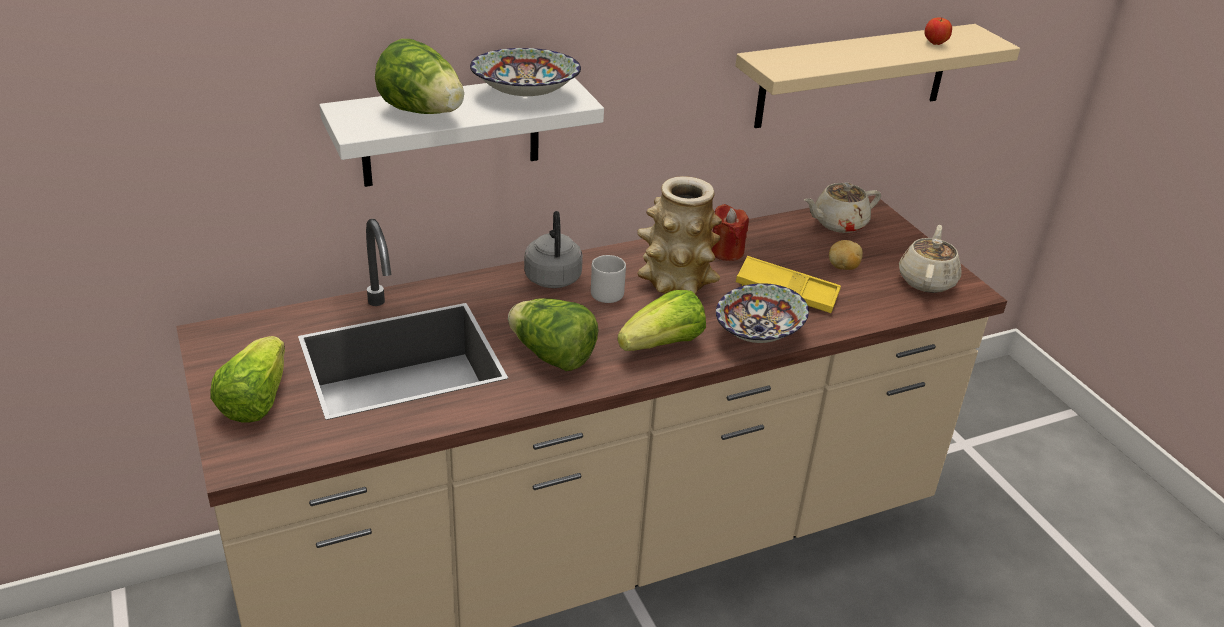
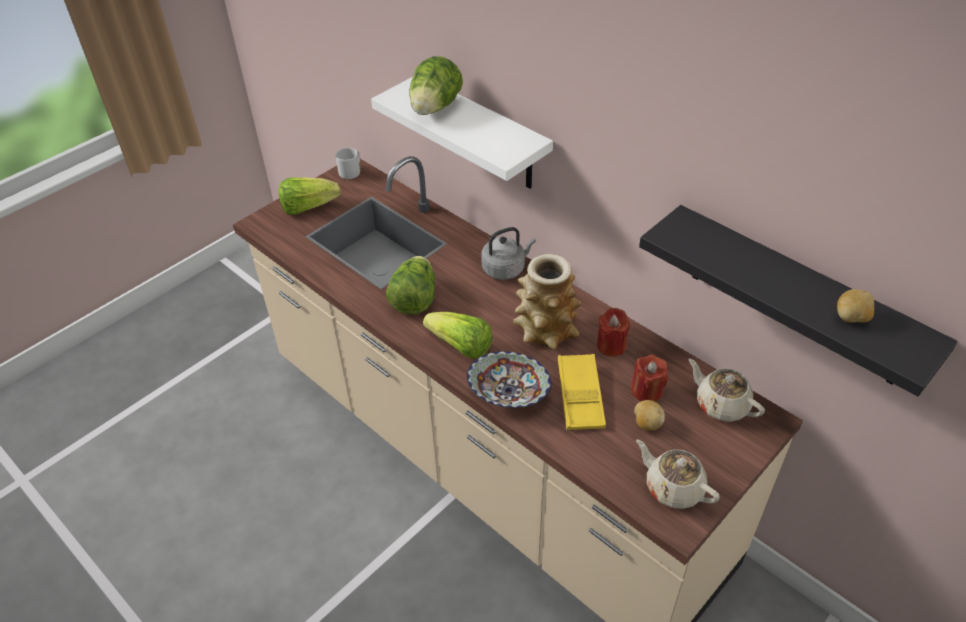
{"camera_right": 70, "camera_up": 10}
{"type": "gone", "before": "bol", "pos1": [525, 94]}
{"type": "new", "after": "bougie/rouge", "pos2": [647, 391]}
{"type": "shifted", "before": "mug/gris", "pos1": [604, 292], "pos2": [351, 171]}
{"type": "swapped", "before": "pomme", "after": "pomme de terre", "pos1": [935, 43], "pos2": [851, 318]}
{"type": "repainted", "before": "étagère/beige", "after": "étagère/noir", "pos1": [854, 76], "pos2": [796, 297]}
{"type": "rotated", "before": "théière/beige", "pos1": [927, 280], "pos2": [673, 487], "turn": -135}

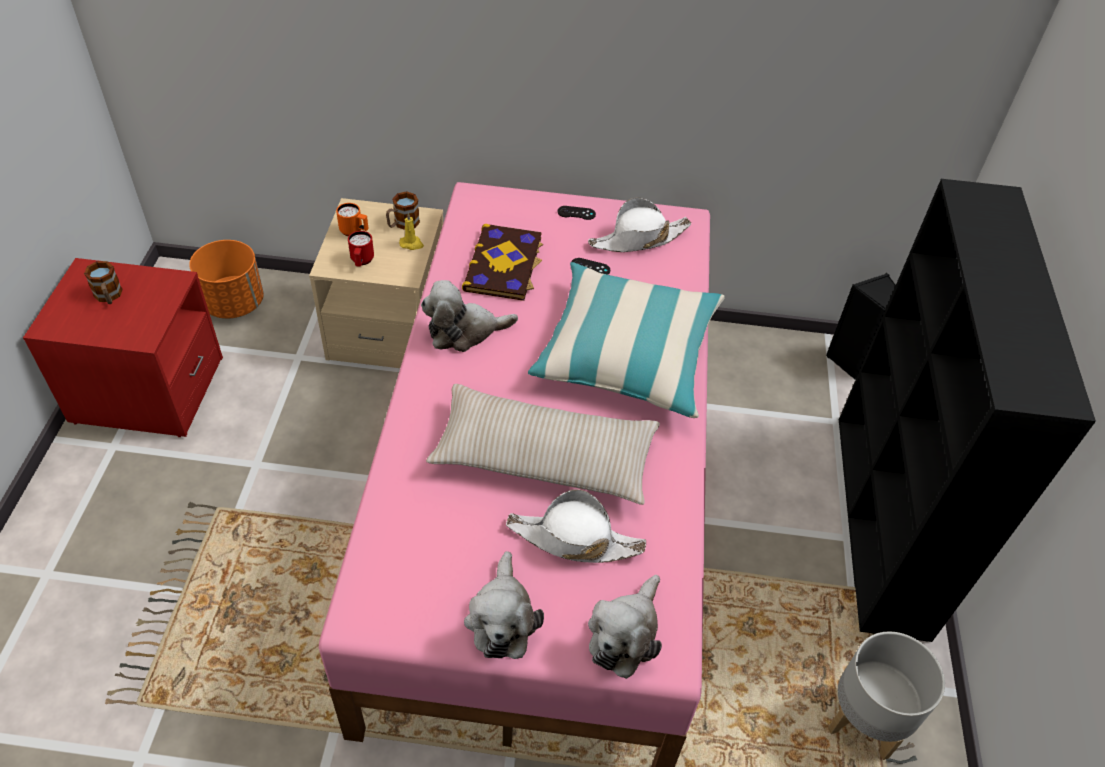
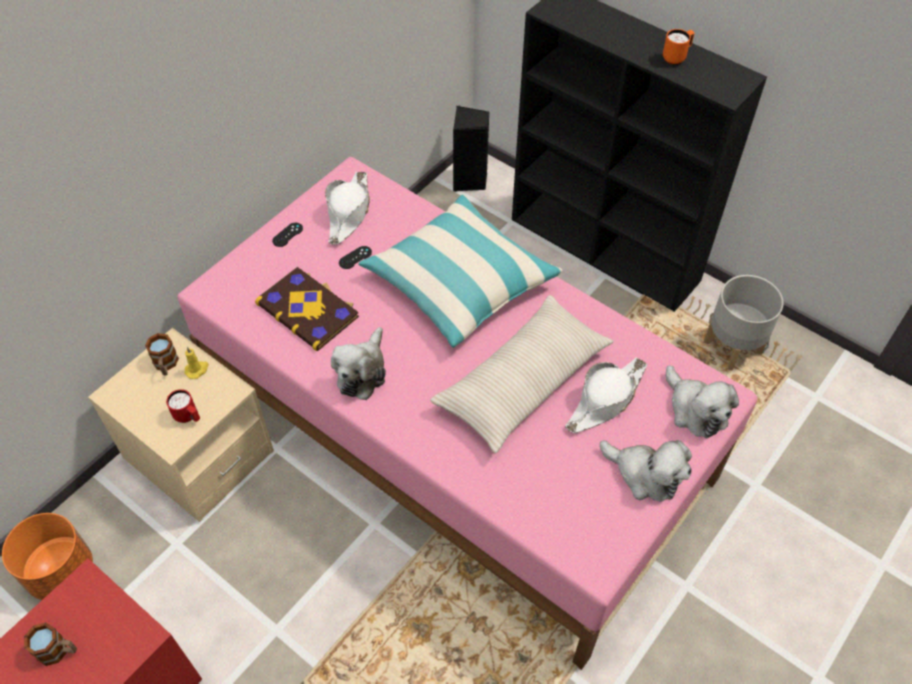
{"camera_right": -55, "camera_up": 5}
{"type": "shifted", "before": "mug/orange", "pos1": [354, 232], "pos2": [676, 57]}

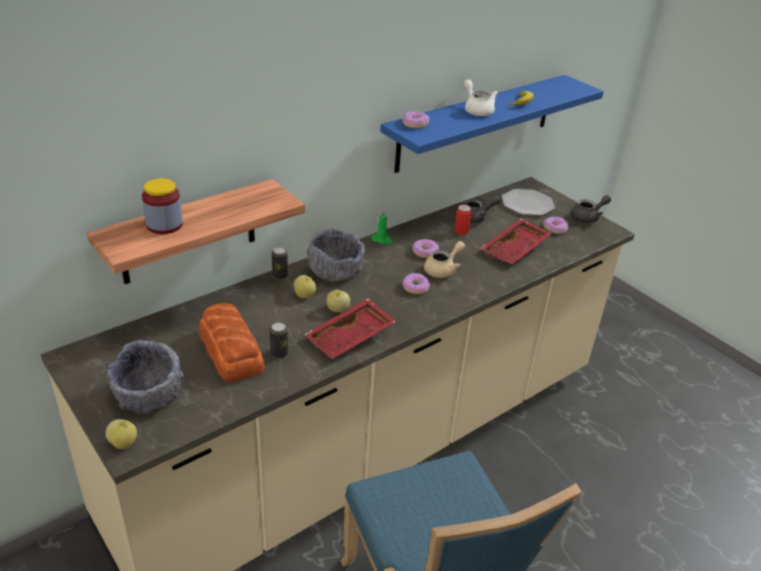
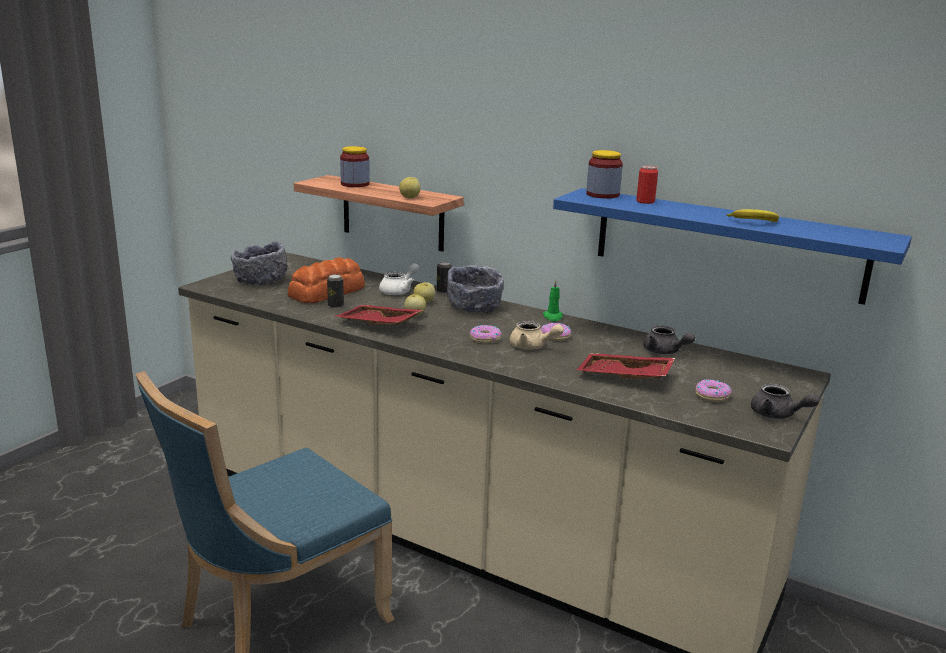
{"camera_right": 70, "camera_up": -15}
{"type": "gone", "before": "assiette", "pos1": [527, 204]}
{"type": "shifted", "before": "pomme", "pos1": [123, 443], "pos2": [410, 197]}
{"type": "shifted", "before": "boîte métallique", "pos1": [461, 231], "pos2": [645, 201]}
{"type": "shifted", "before": "théière/blanc", "pos1": [477, 110], "pos2": [399, 291]}
{"type": "swapped", "before": "beignet", "after": "bocal", "pos1": [415, 123], "pos2": [602, 195]}

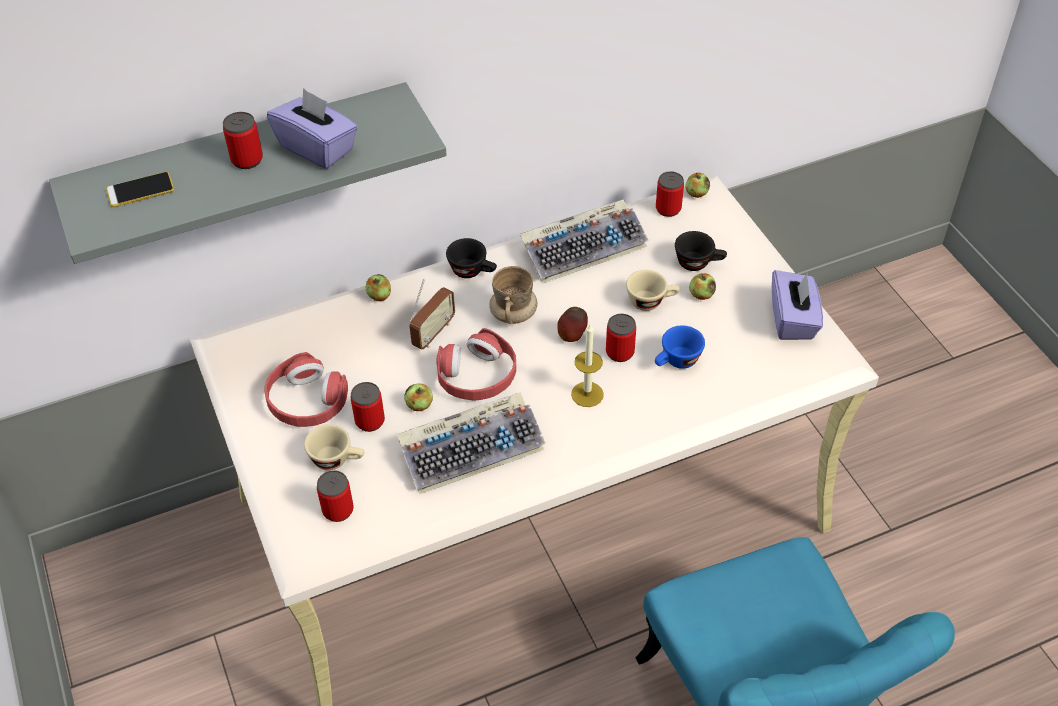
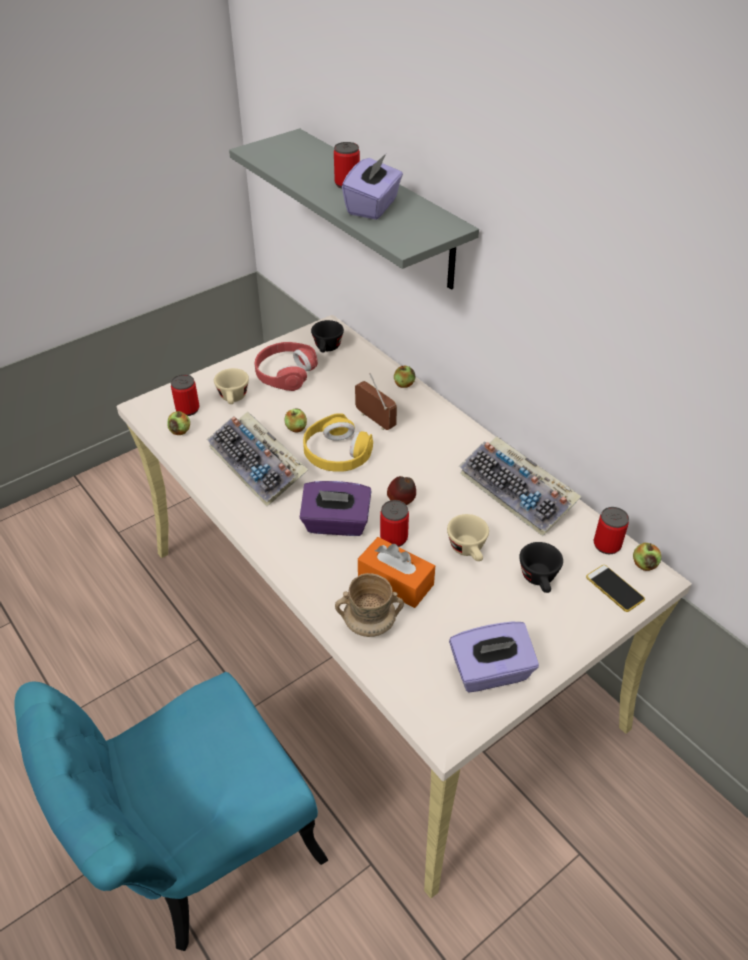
{"camera_right": 75, "camera_up": -5}
{"type": "gone", "before": "boîte métallique", "pos1": [370, 421]}
{"type": "shifted", "before": "téléphone", "pos1": [140, 190], "pos2": [614, 588]}
{"type": "shifted", "before": "tasse/noir", "pos1": [473, 271], "pos2": [327, 349]}
{"type": "shifted", "before": "mug/beige", "pos1": [513, 315], "pos2": [369, 625]}
{"type": "shifted", "before": "pomme", "pos1": [701, 294], "pos2": [180, 431]}
{"type": "swapped", "before": "bougie", "after": "boîte à mouchoirs/violet", "pos1": [587, 394], "pos2": [336, 524]}
{"type": "swapped", "before": "tasse/bleu", "after": "boîte à mouchoirs/orange", "pos1": [676, 362], "pos2": [395, 581]}
{"type": "repainted", "before": "casque audio/rouge", "after": "casque audio/jaune", "pos1": [477, 375], "pos2": [337, 453]}
{"type": "rotated", "before": "radio", "pos1": [433, 333], "pos2": [375, 420], "turn": -150}

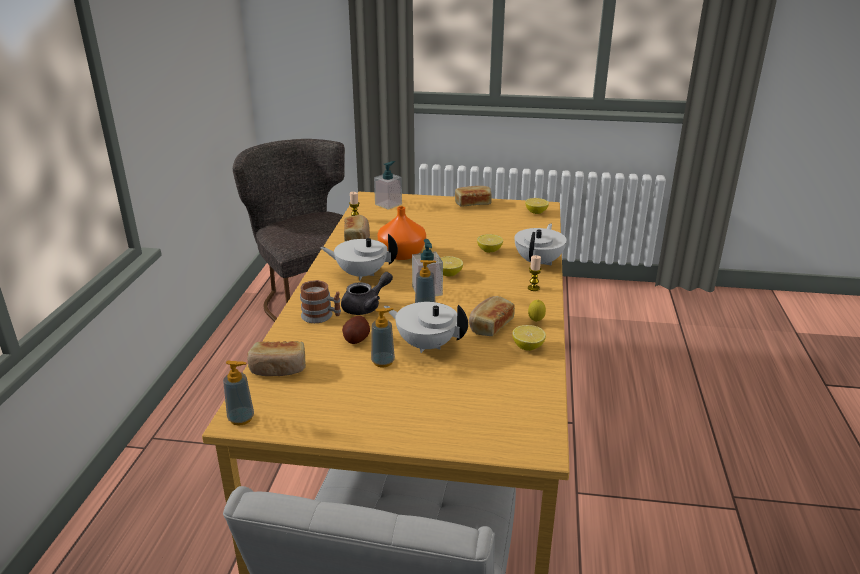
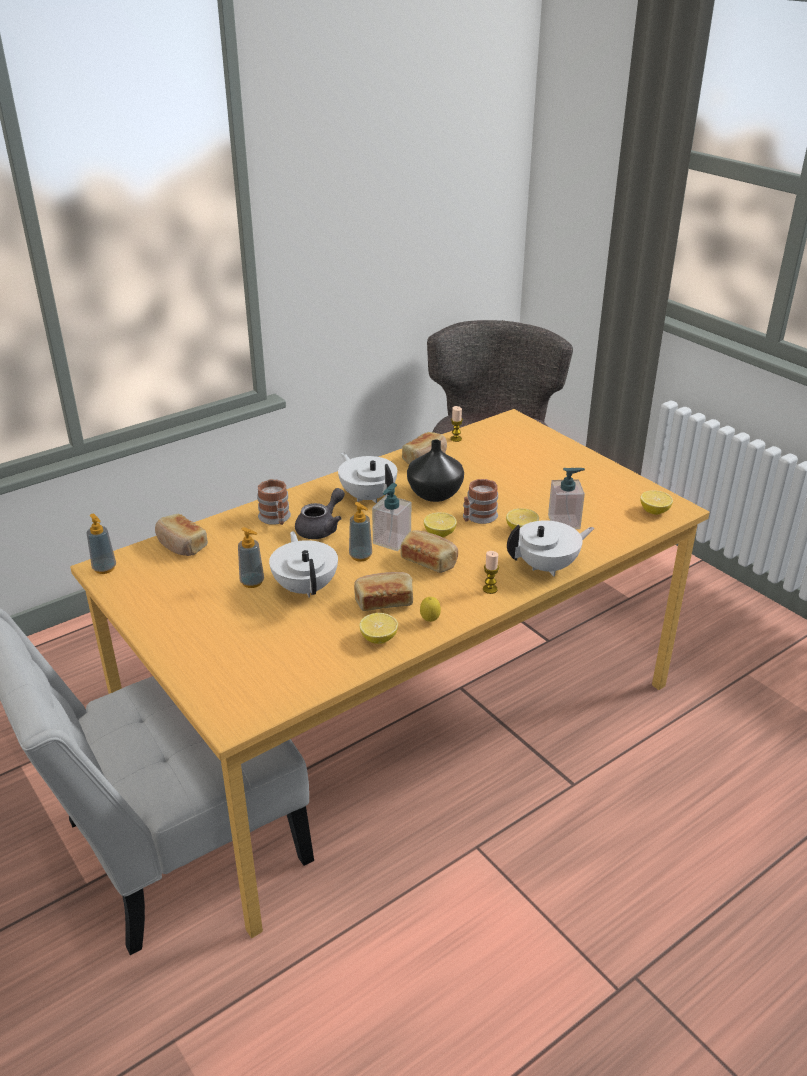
{"camera_right": 45, "camera_up": 5}
{"type": "gone", "before": "pomme de terre", "pos1": [356, 339]}
{"type": "new", "after": "mug", "pos2": [477, 518]}
{"type": "shifted", "before": "distributeur de savon", "pos1": [388, 204], "pos2": [564, 522]}
{"type": "shifted", "before": "pain", "pos1": [473, 203], "pos2": [429, 561]}
{"type": "repainted", "before": "vase/orange", "after": "vase/noir", "pos1": [402, 254], "pos2": [436, 493]}
{"type": "rotated", "before": "théière/gris", "pos1": [366, 306], "pos2": [321, 528], "turn": -60}

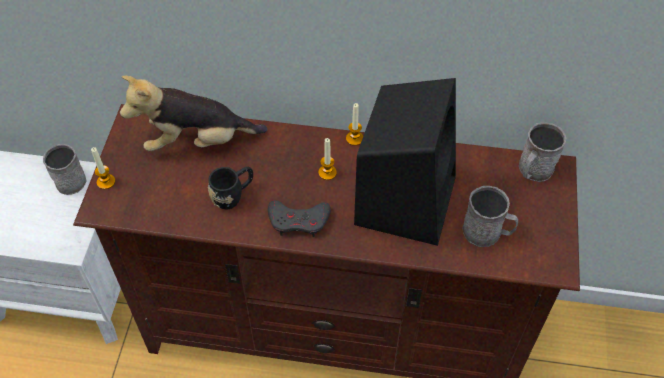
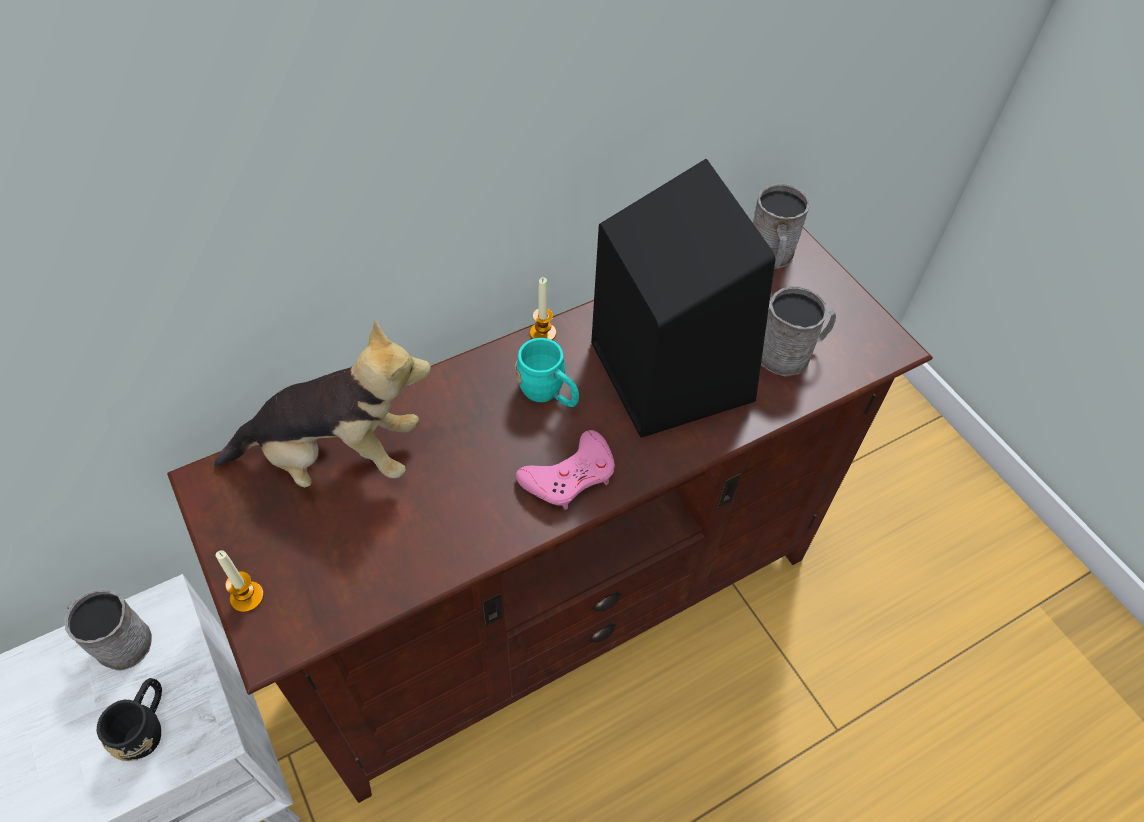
{"camera_right": -40, "camera_up": 0}
{"type": "shifted", "before": "mug/noir", "pos1": [233, 195], "pos2": [147, 727]}
{"type": "swapped", "before": "bougie", "after": "mug/turquoise", "pos1": [327, 173], "pos2": [549, 394]}
{"type": "repainted", "before": "manette/gris", "after": "manette/rose", "pos1": [299, 221], "pos2": [570, 476]}
{"type": "rotated", "before": "peluche", "pos1": [197, 141], "pos2": [336, 457], "turn": -135}

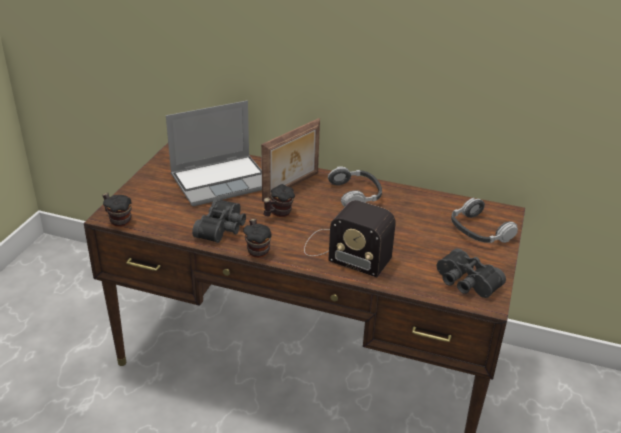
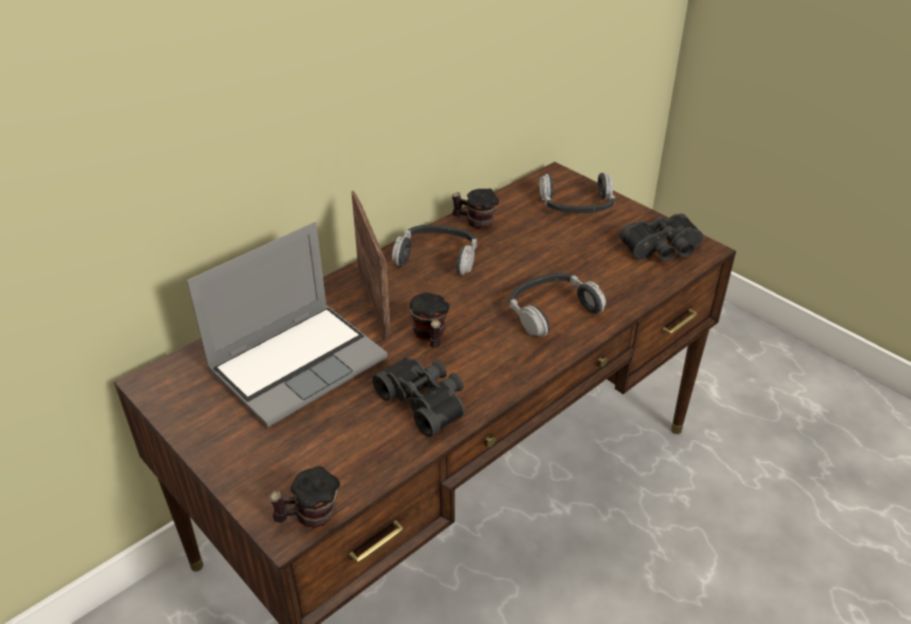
{"camera_right": -60, "camera_up": 5}
{"type": "shifted", "before": "mug", "pos1": [257, 249], "pos2": [475, 222]}
{"type": "swapped", "before": "radio", "after": "casque audio", "pos1": [344, 251], "pos2": [552, 311]}
{"type": "rotated", "before": "ordinateur portable", "pos1": [222, 181], "pos2": [298, 363], "turn": 45}

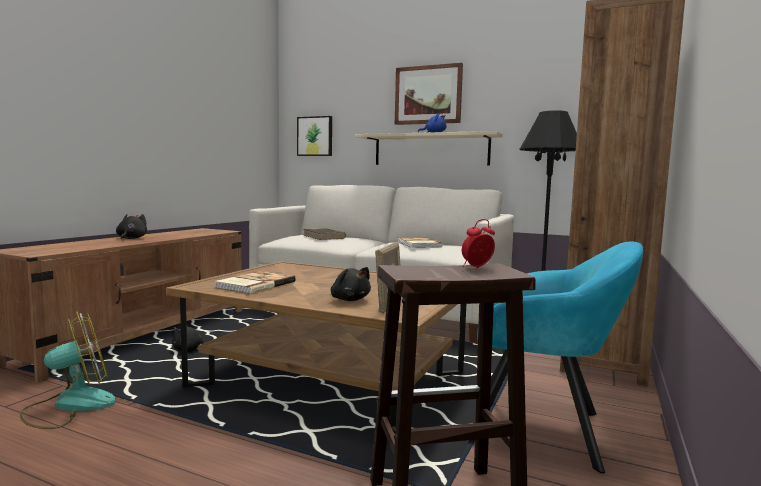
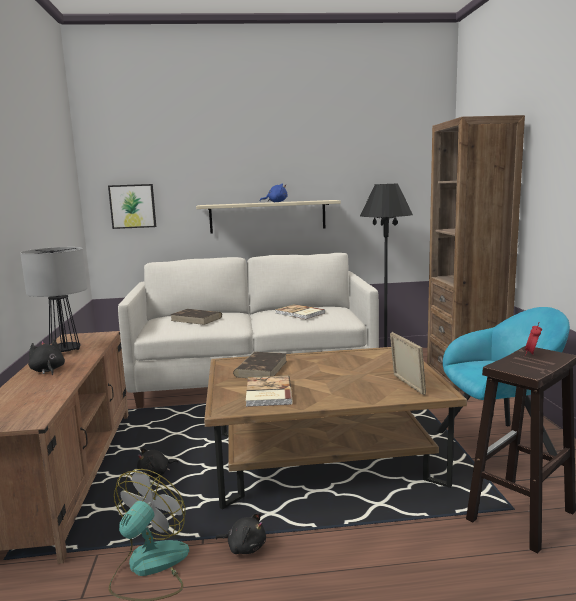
{"camera_right": -30, "camera_up": 5}
{"type": "gone", "before": "tableau", "pos1": [428, 95]}
{"type": "new", "after": "lampe de table", "pos2": [65, 351]}
{"type": "new", "after": "livre/marron", "pos2": [261, 368]}
{"type": "shifted", "before": "peluche/noir", "pos1": [349, 299], "pos2": [245, 547]}

